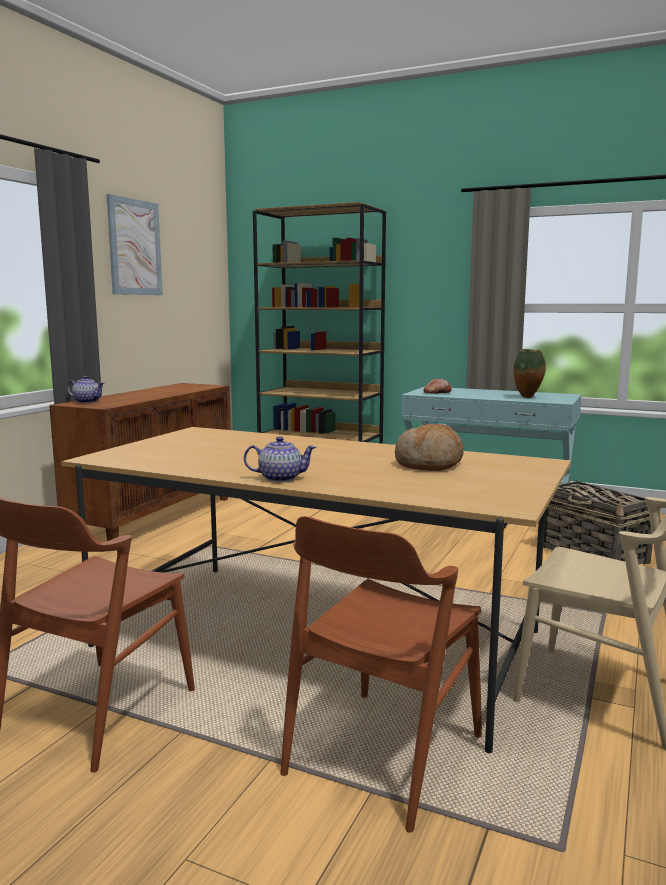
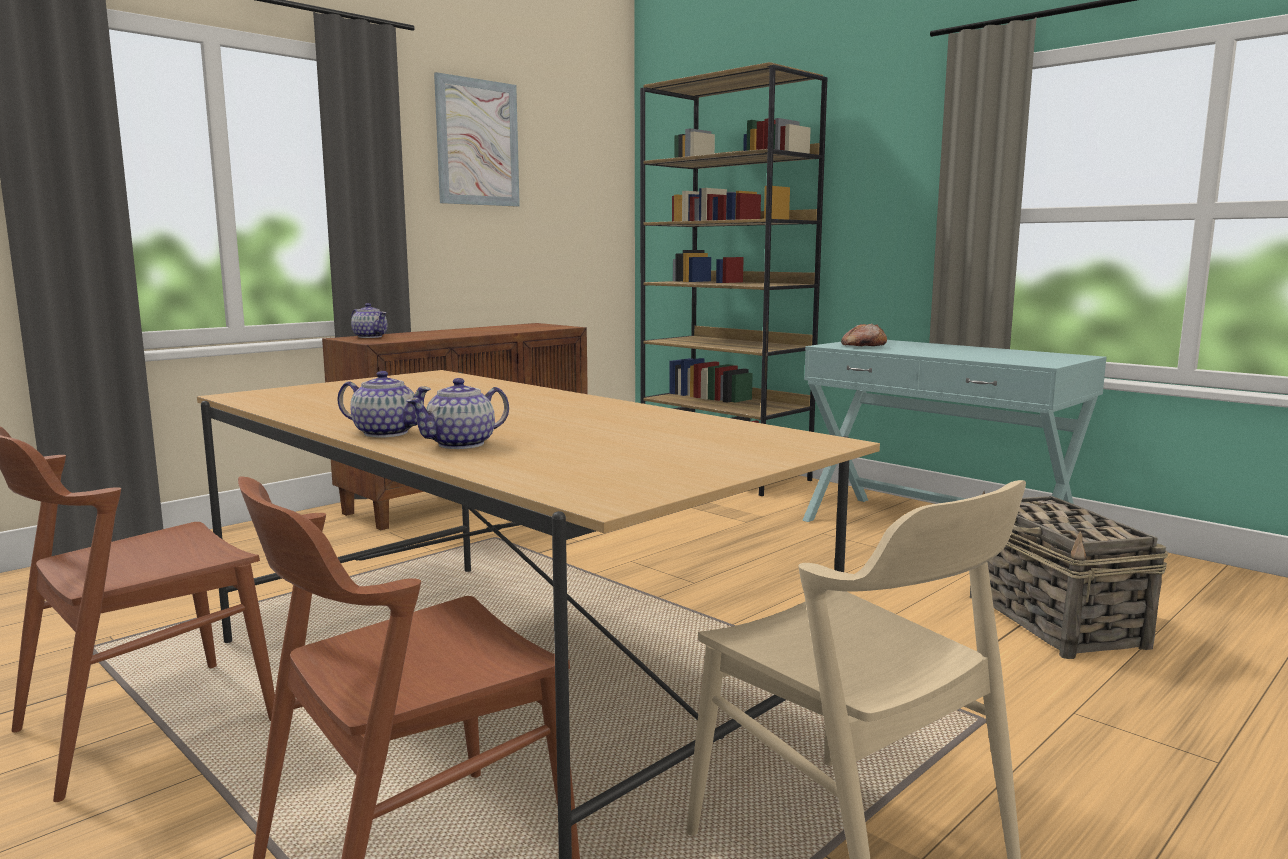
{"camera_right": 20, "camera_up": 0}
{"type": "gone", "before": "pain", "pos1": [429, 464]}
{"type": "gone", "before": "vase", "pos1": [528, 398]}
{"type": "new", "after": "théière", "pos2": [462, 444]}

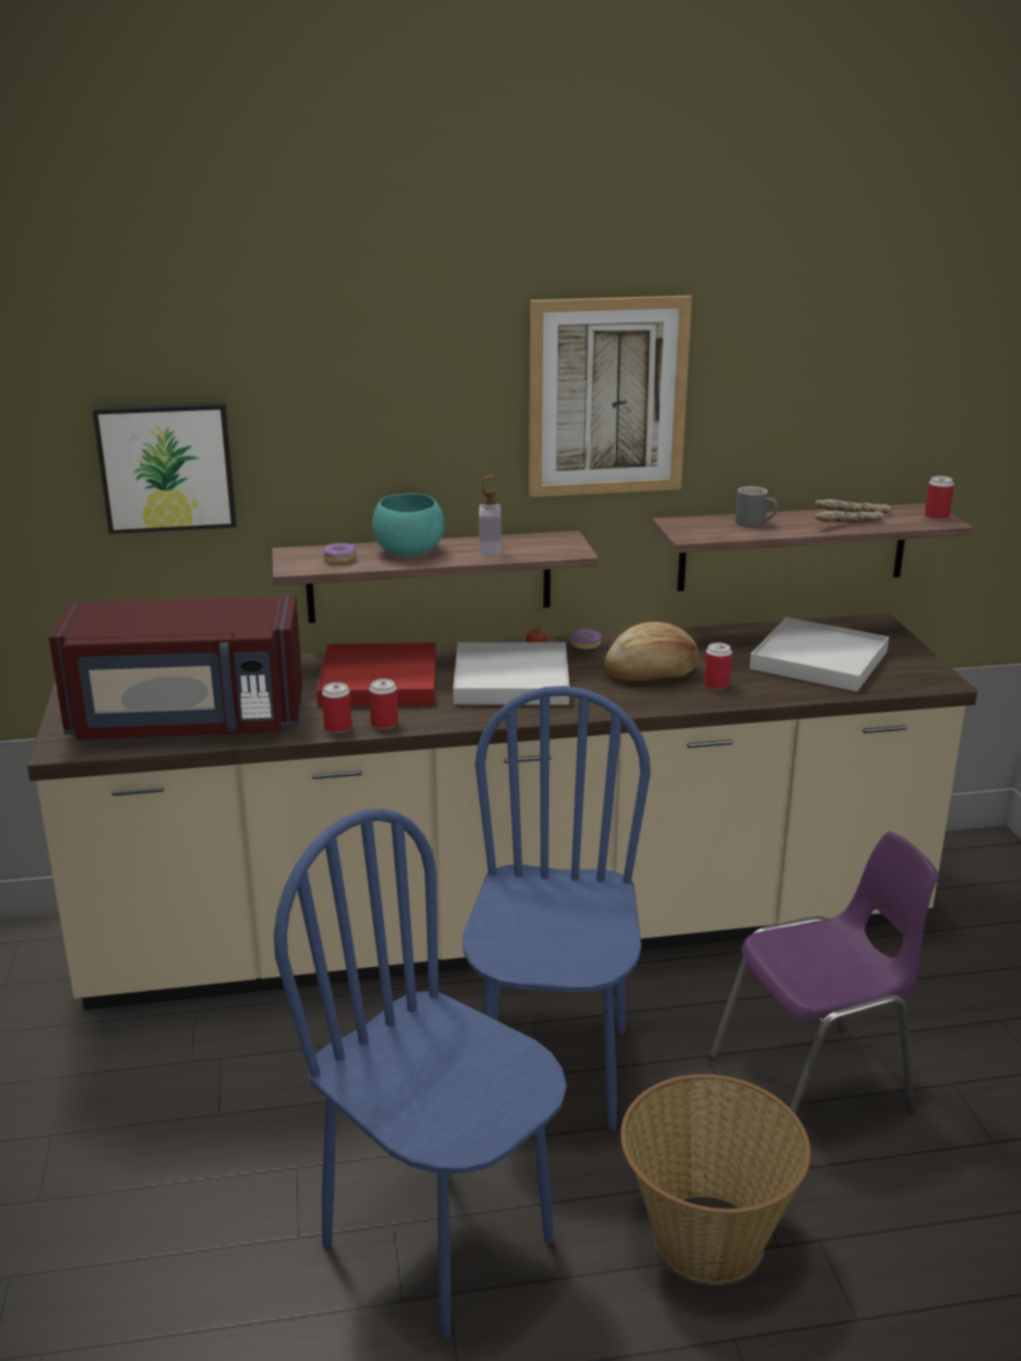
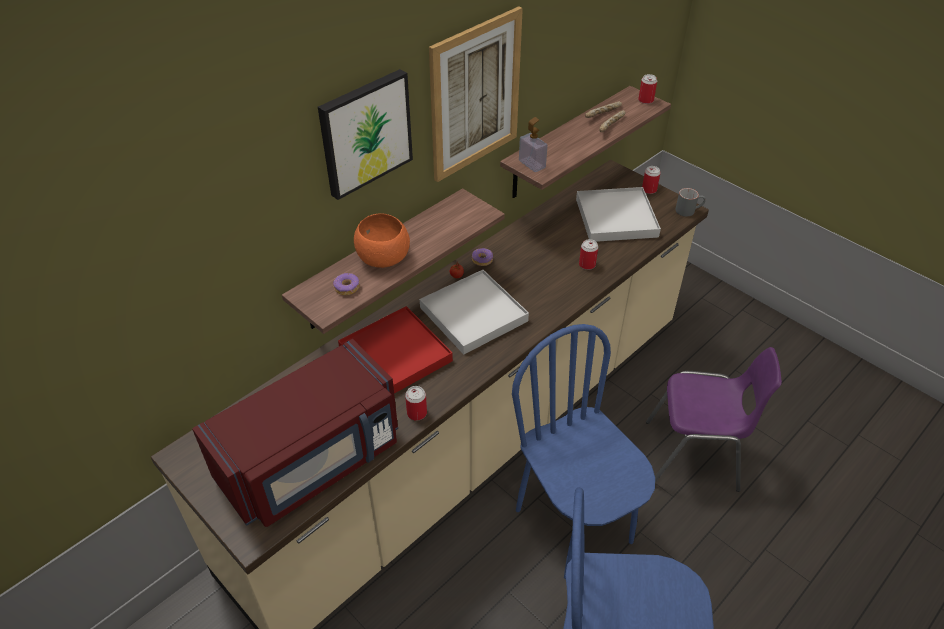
{"camera_right": -35, "camera_up": 20}
{"type": "gone", "before": "pain", "pos1": [652, 673]}
{"type": "gone", "before": "panier", "pos1": [706, 1236]}
{"type": "shifted", "before": "tableau", "pos1": [167, 466], "pos2": [365, 133]}
{"type": "shifted", "before": "boîte métallique", "pos1": [384, 724], "pos2": [649, 190]}
{"type": "shifted", "before": "distributeur de savon", "pos1": [490, 549], "pos2": [532, 164]}
{"type": "shifted", "before": "mug/gris", "pos1": [756, 523], "pos2": [688, 210]}
{"type": "repainted", "before": "bol/turquoise", "after": "bol/orange", "pos1": [408, 552], "pos2": [383, 258]}
{"type": "rotated", "before": "chaise/violet", "pos1": [816, 1085], "pos2": [694, 457], "turn": 60}

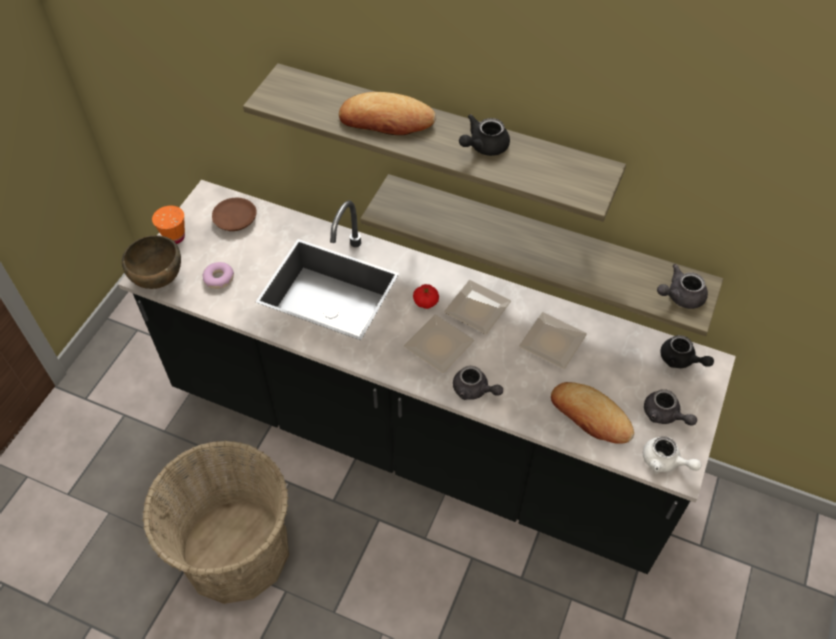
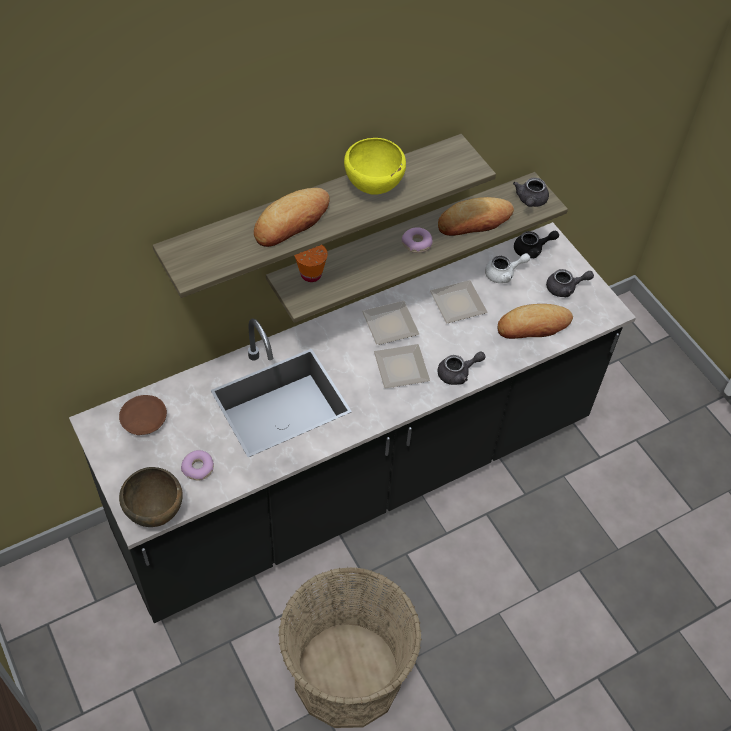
{"camera_right": -55, "camera_up": 0}
{"type": "gone", "before": "tomate", "pos1": [426, 302]}
{"type": "new", "after": "beignet", "pos2": [416, 244]}
{"type": "new", "after": "pain", "pos2": [474, 221]}
{"type": "shifted", "before": "tasse/orange", "pos1": [174, 237], "pos2": [311, 274]}
{"type": "shifted", "before": "théière/blanc", "pos1": [665, 462], "pos2": [504, 274]}
{"type": "swapped", "before": "théière/noir", "after": "bol/jaune", "pos1": [483, 147], "pos2": [374, 188]}

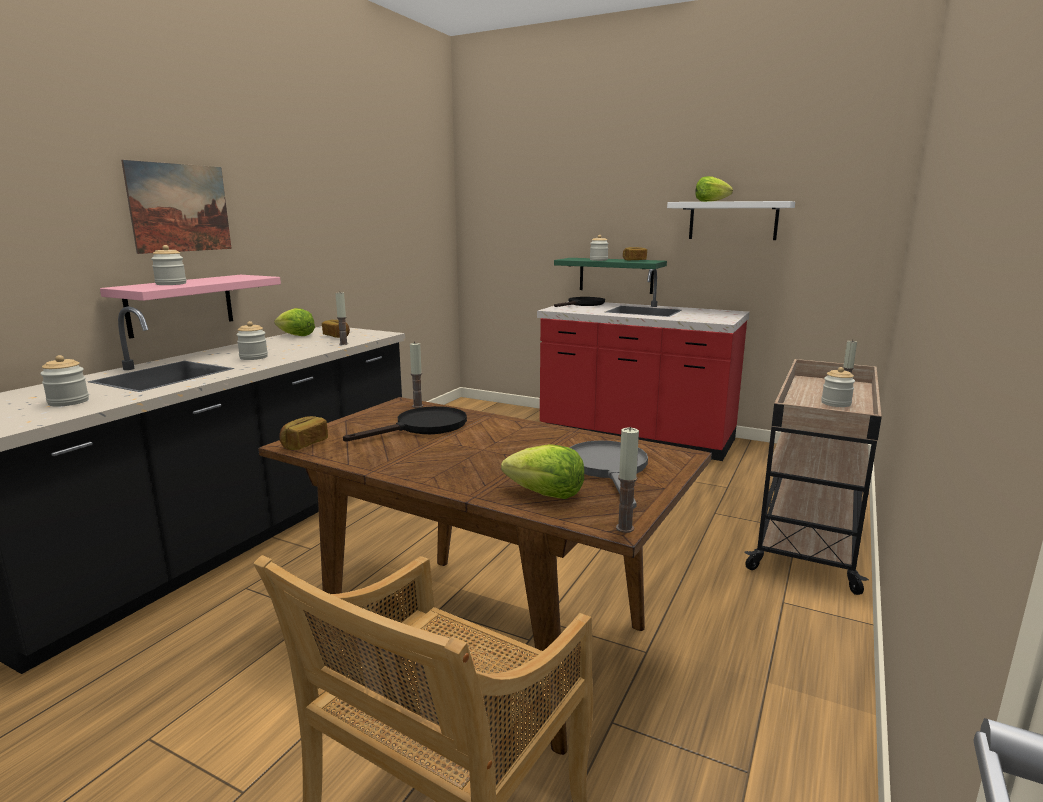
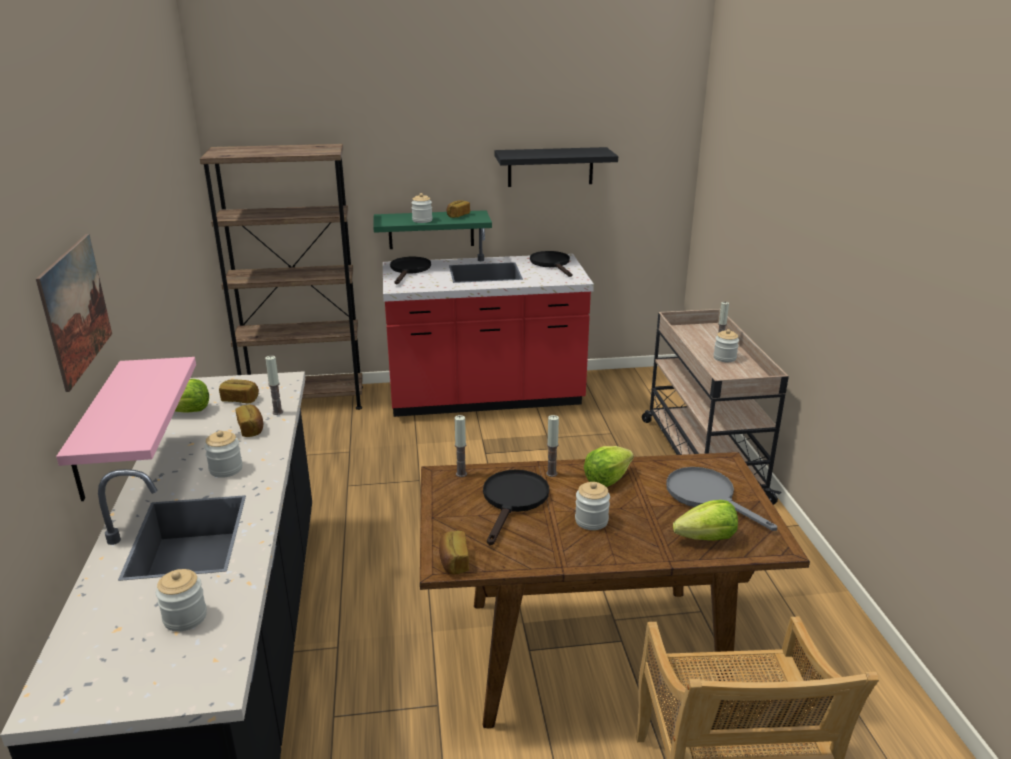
{"camera_right": -35, "camera_up": 10}
{"type": "new", "after": "bibliothèque/marron", "pos2": [304, 401]}
{"type": "new", "after": "pain", "pos2": [251, 429]}
{"type": "new", "after": "poêle/noir", "pos2": [552, 264]}
{"type": "shifted", "before": "bocal", "pos1": [171, 284], "pos2": [591, 521]}
{"type": "shifted", "before": "bougie", "pos1": [624, 528], "pos2": [551, 473]}
{"type": "shifted", "before": "laitue", "pos1": [710, 201], "pos2": [607, 479]}
{"type": "repainted", "before": "étagère/blanc", "after": "étagère/noir", "pos1": [733, 221], "pos2": [550, 167]}

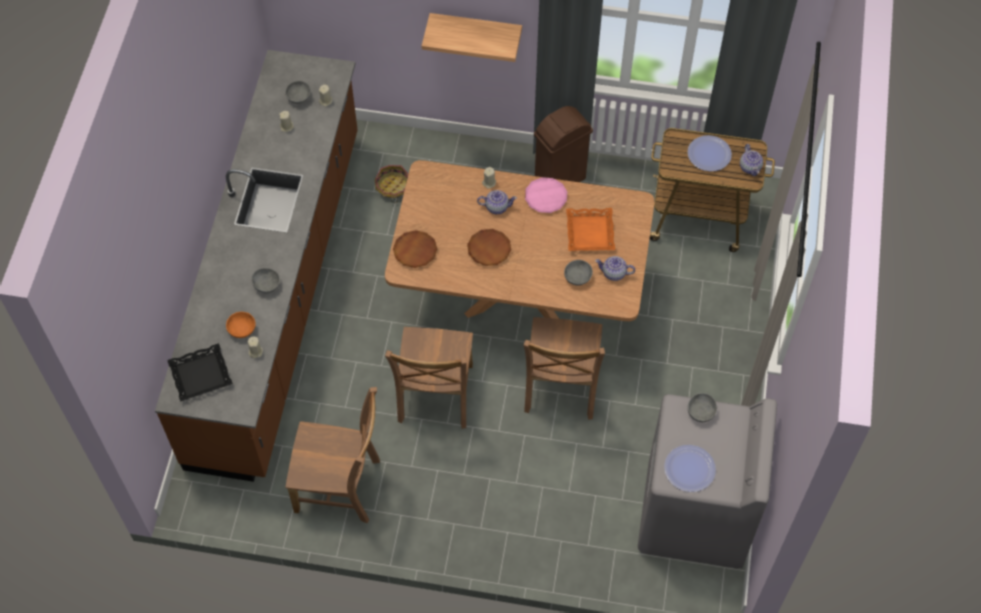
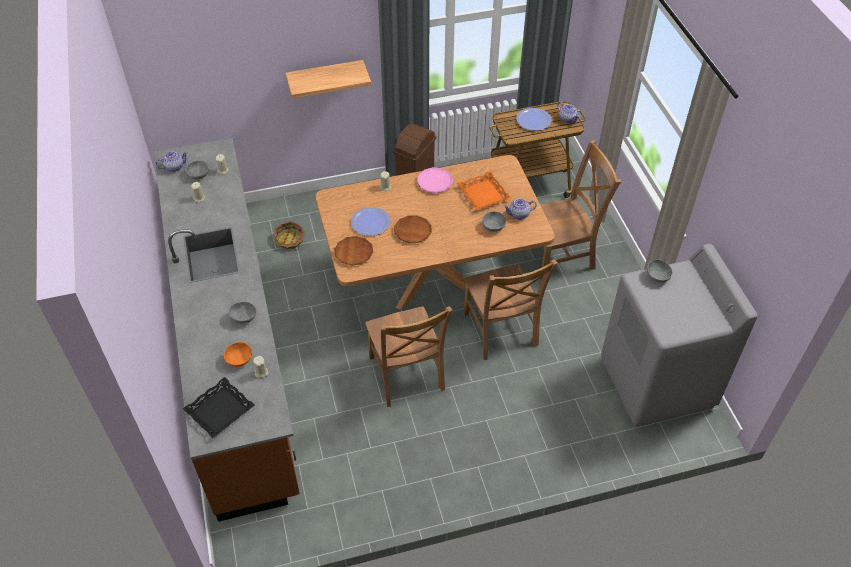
{"camera_right": -25, "camera_up": -10}
{"type": "shifted", "before": "chaise/marron", "pos1": [341, 487], "pos2": [561, 255]}
{"type": "shifted", "before": "théière", "pos1": [496, 207], "pos2": [174, 167]}
{"type": "shifted", "before": "assiette", "pos1": [689, 469], "pos2": [370, 222]}

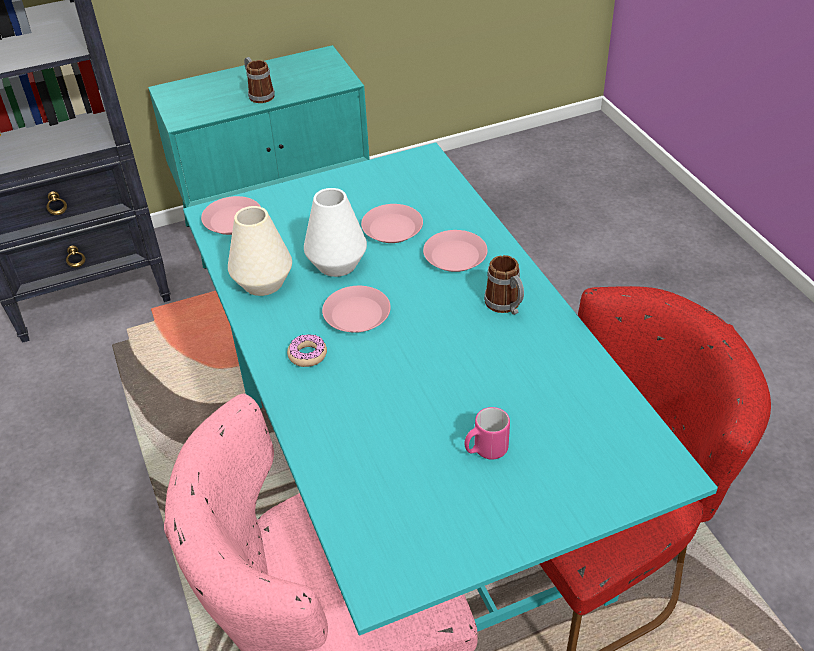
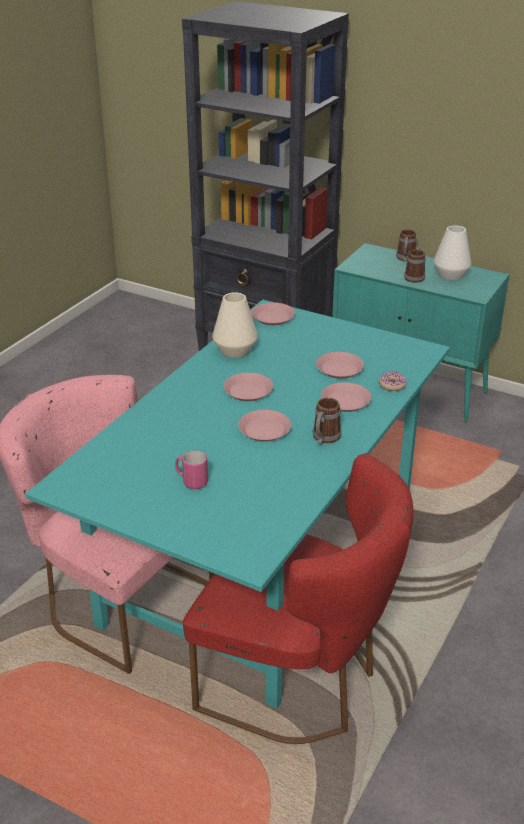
{"camera_right": 50, "camera_up": -10}
{"type": "new", "after": "assiette/rose", "pos2": [265, 430]}
{"type": "new", "after": "mug", "pos2": [405, 259]}
{"type": "shifted", "before": "beignet", "pos1": [307, 355], "pos2": [392, 385]}
{"type": "shifted", "before": "vase/blanc", "pos1": [337, 264], "pos2": [451, 275]}

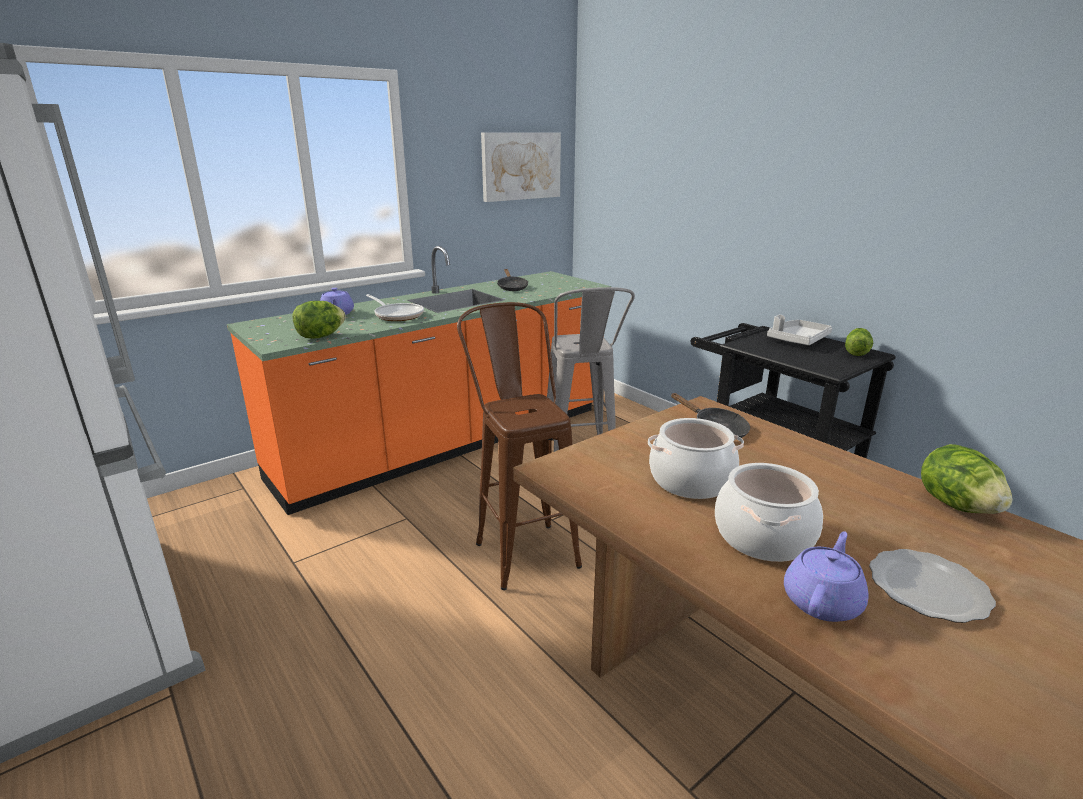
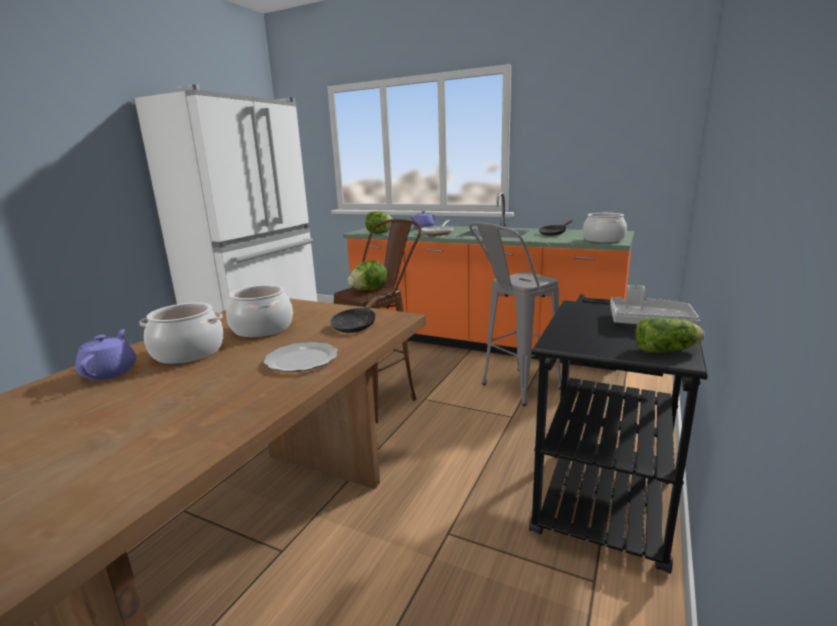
{"camera_right": 65, "camera_up": -5}
{"type": "gone", "before": "tableau", "pos1": [521, 166]}
{"type": "new", "after": "marmite", "pos2": [603, 240]}
{"type": "shifted", "before": "assiette", "pos1": [929, 589], "pos2": [300, 360]}
{"type": "shifted", "before": "laitue", "pos1": [957, 506], "pos2": [369, 290]}
{"type": "rotated", "before": "théière/violet", "pos1": [822, 601], "pos2": [110, 372], "turn": -105}

